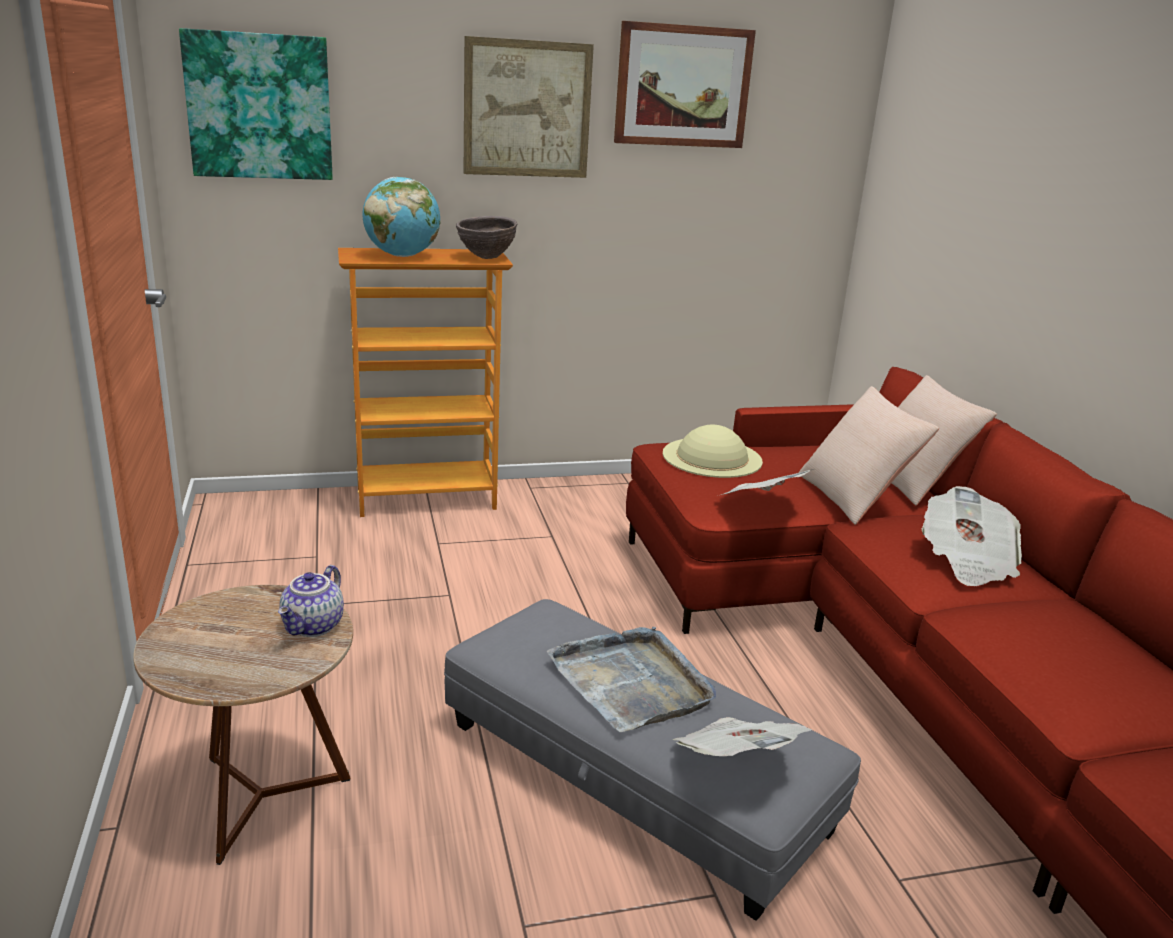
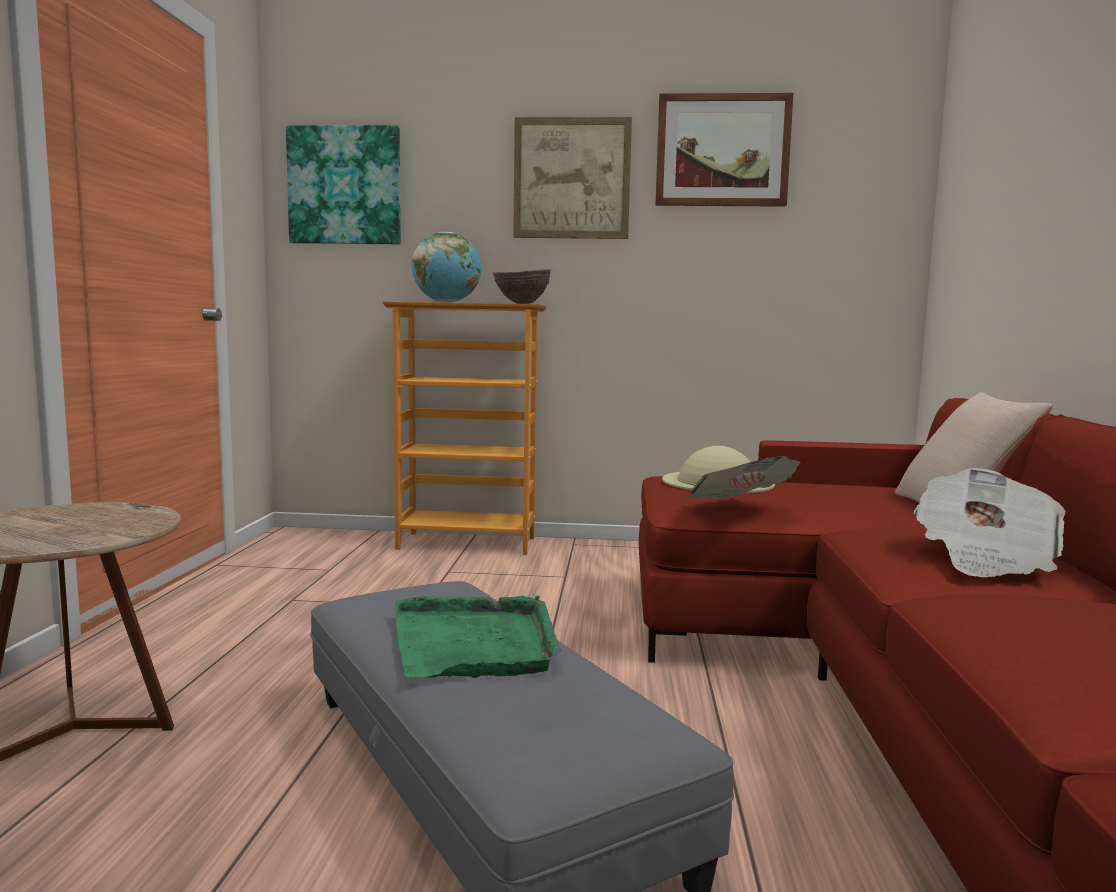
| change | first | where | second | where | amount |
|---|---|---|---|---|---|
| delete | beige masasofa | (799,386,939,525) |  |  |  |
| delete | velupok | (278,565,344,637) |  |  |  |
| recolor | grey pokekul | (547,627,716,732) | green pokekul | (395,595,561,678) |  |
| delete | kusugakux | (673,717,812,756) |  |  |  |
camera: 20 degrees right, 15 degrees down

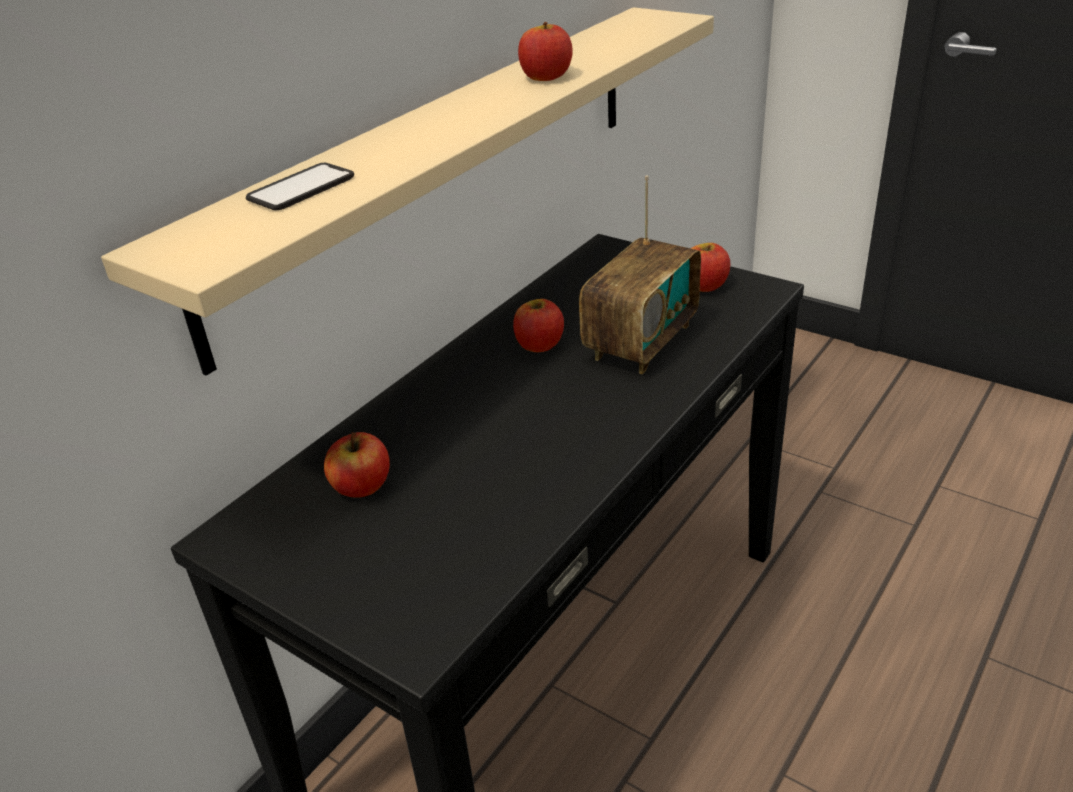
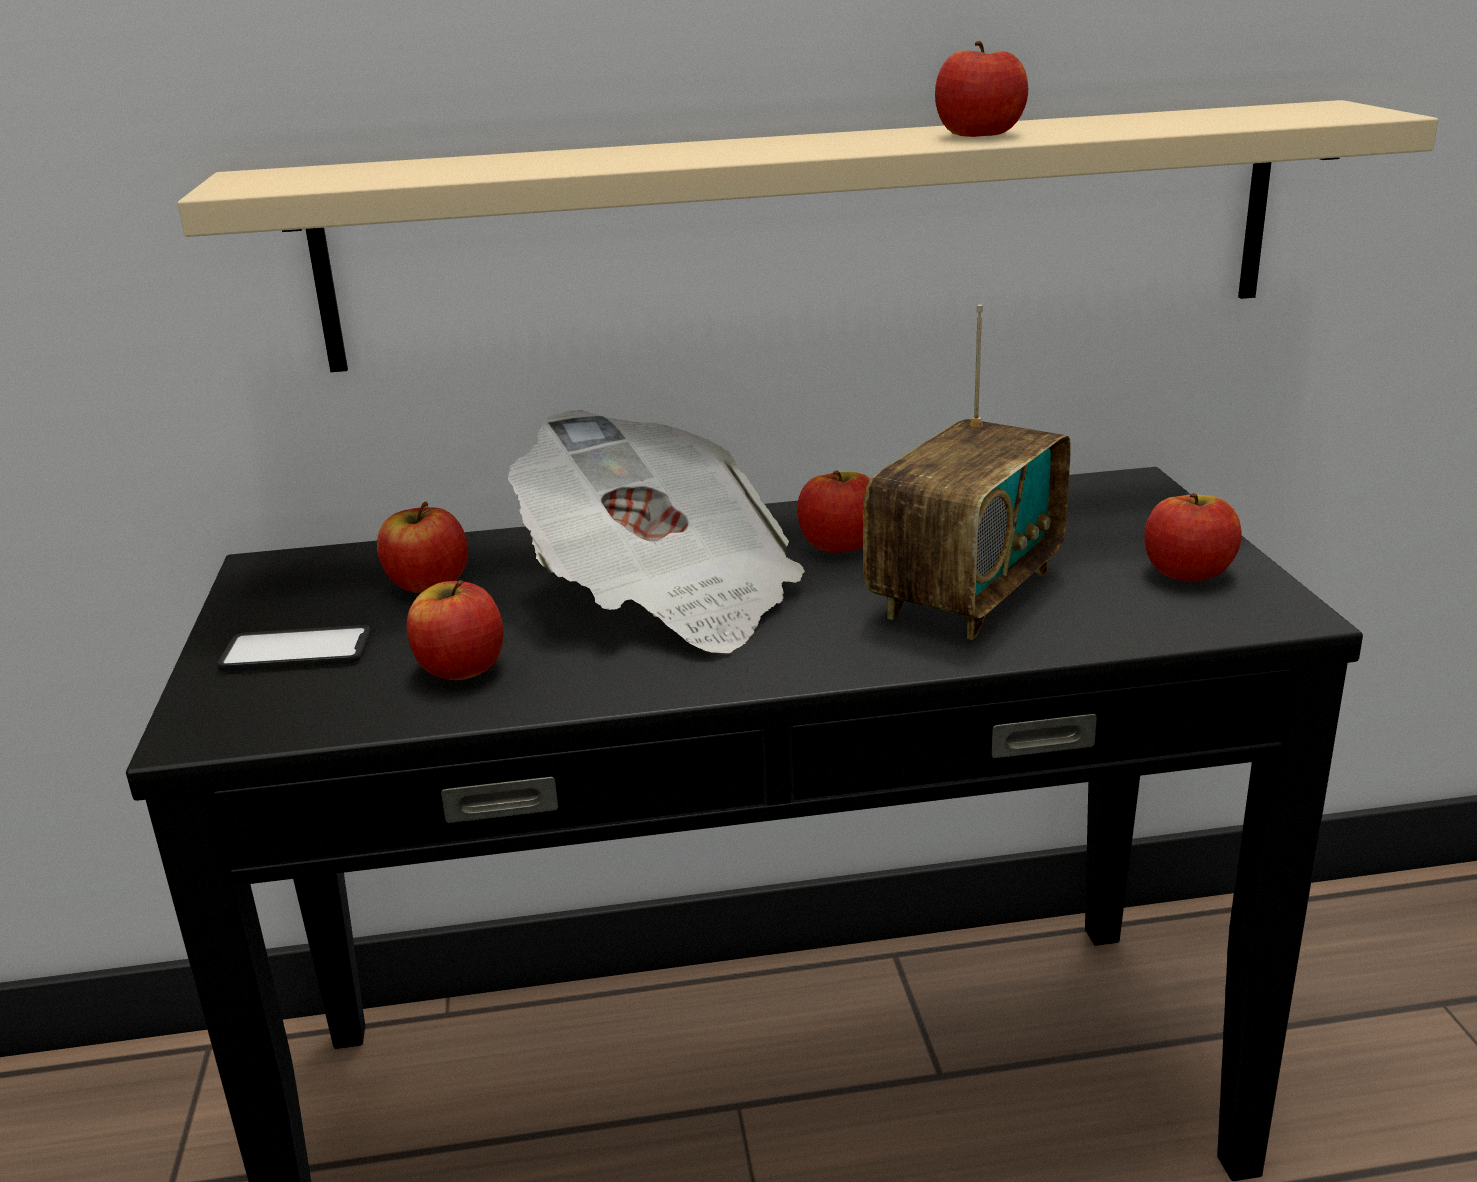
| change | first | where | second | where | amount |
|---|---|---|---|---|---|
| move | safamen | (246,163,354,210) |  | (217,625,371,672) |  |
| rotate | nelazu | (579,175,701,374) |  | (863,305,1071,640) | 45 degrees counterclockwise |
| insert |  |  | kusugakux | (508,411,805,653) |  |
| insert |  |  | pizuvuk | (406,580,504,680) |  |
camera: 45 degrees right, 10 degrees down

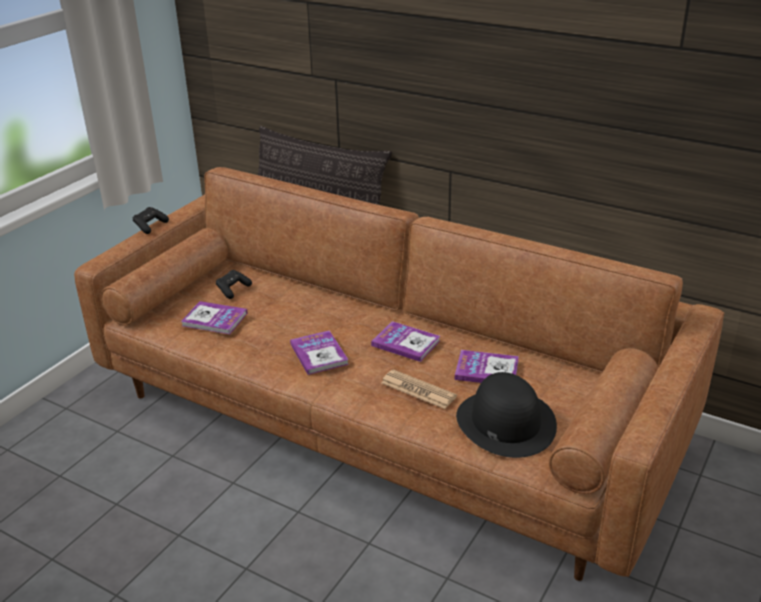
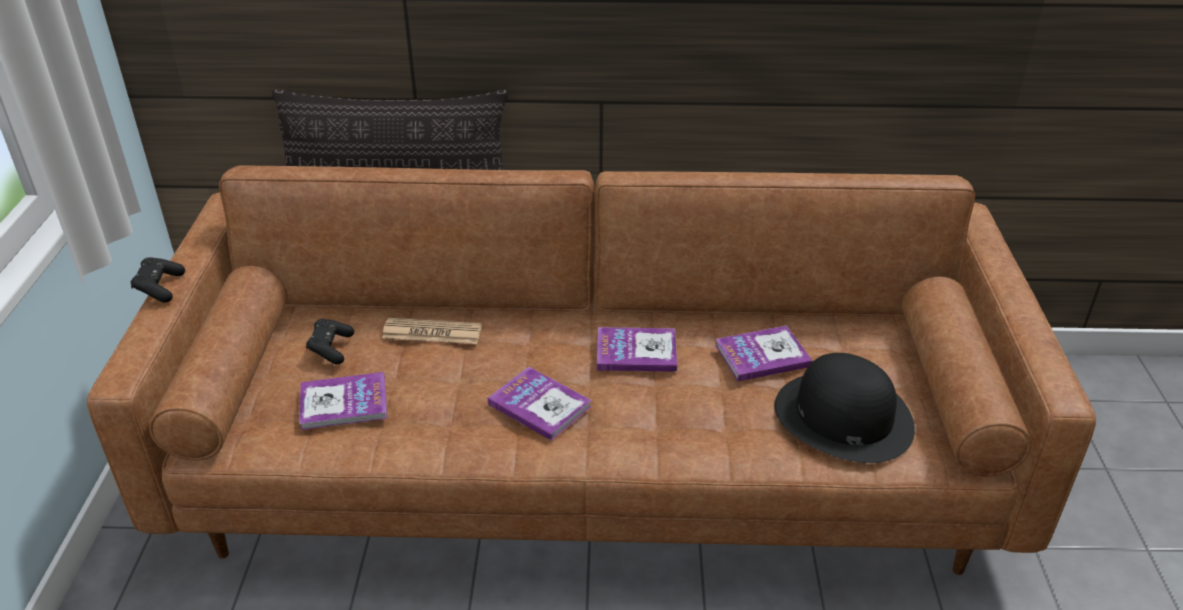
| change | first | where | second | where | amount |
|---|---|---|---|---|---|
| move | kusugakux | (381,369,457,409) |  | (382,318,482,344) |  |
camera: 30 degrees left, 5 degrees up

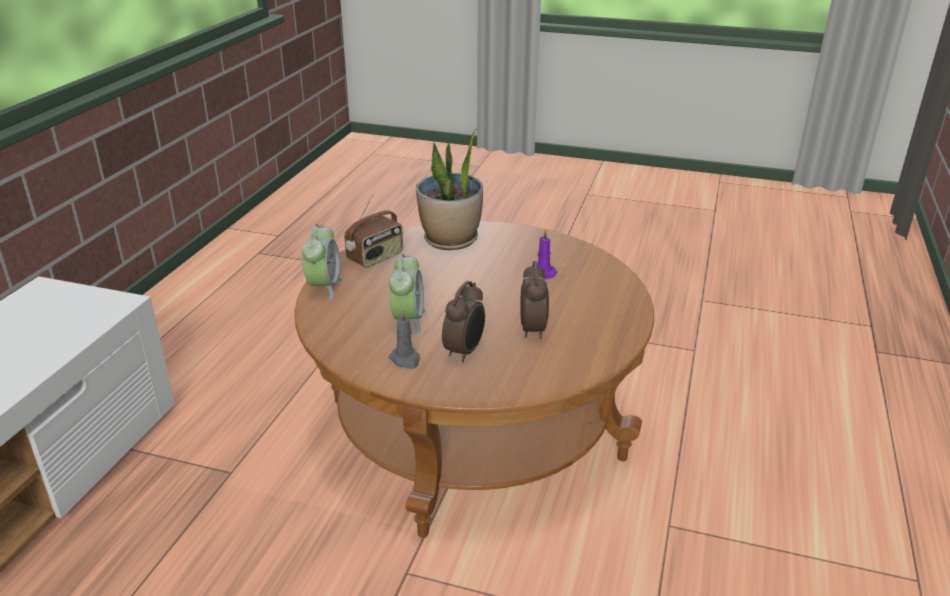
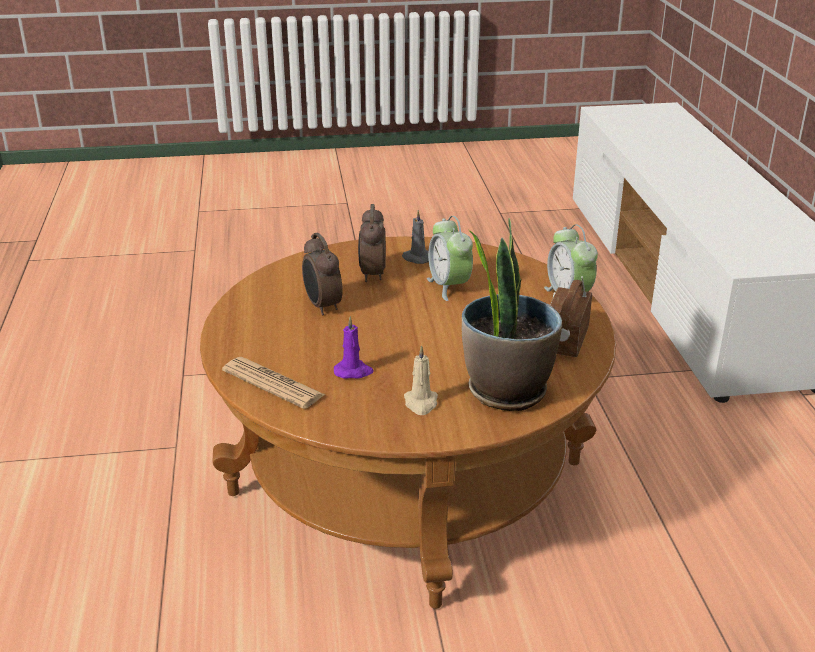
| change | first | where | second | where | amount |
|---|---|---|---|---|---|
| insert |  |  | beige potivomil | (404,345,438,415) |  |
| insert |  |  | kusugakux | (222,357,325,409) |  |
camera: 155 degrees right, 0 degrees up

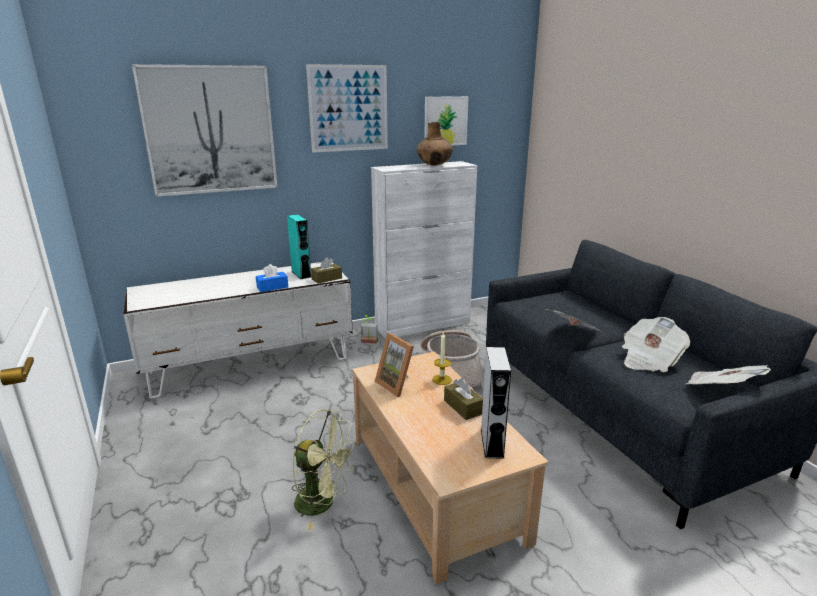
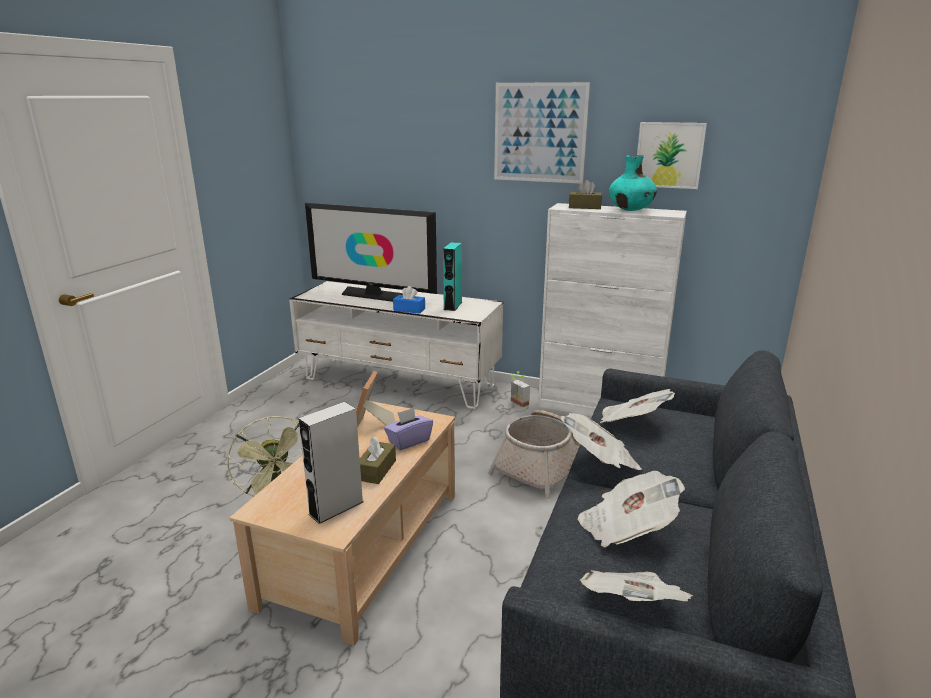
| change | first | where | second | where | amount |
|---|---|---|---|---|---|
| delete | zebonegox | (132,64,278,197) |  |  |  |
| recolor | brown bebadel | (417,122,453,166) | turquoise bebadel | (609,155,657,211) |  |
| move | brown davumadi | (311,257,342,284) |  | (569,180,602,209) |  |
| replace | potivomil | (432,333,452,385) | purple davumadi | (384,408,433,450) |  |
| insert |  |  | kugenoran | (305,203,437,302) |  |
| insert |  |  | kusugakux | (600,389,675,423) |  |
camera: 45 degrees right, 0 degrees up

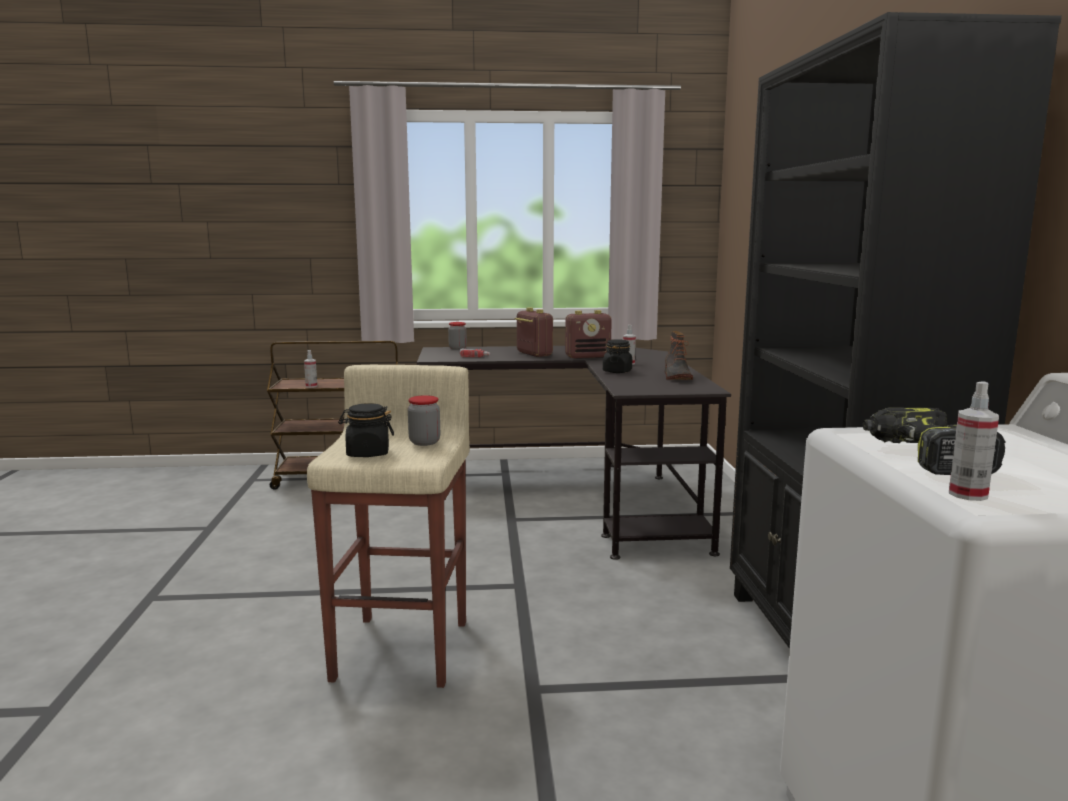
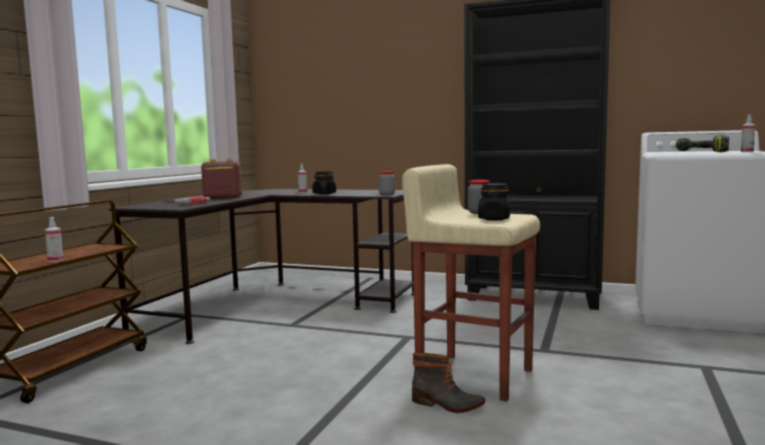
| change | first | where | second | where | amount |
|---|---|---|---|---|---|
| delete | nelazu | (565,310,612,359) |  |  |  |
| move | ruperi | (448,322,467,350) |  | (379,171,395,195) |  |
| move | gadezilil | (665,331,693,380) |  | (412,353,485,413) |  |
camera: 65 degrees left, 5 degrees down

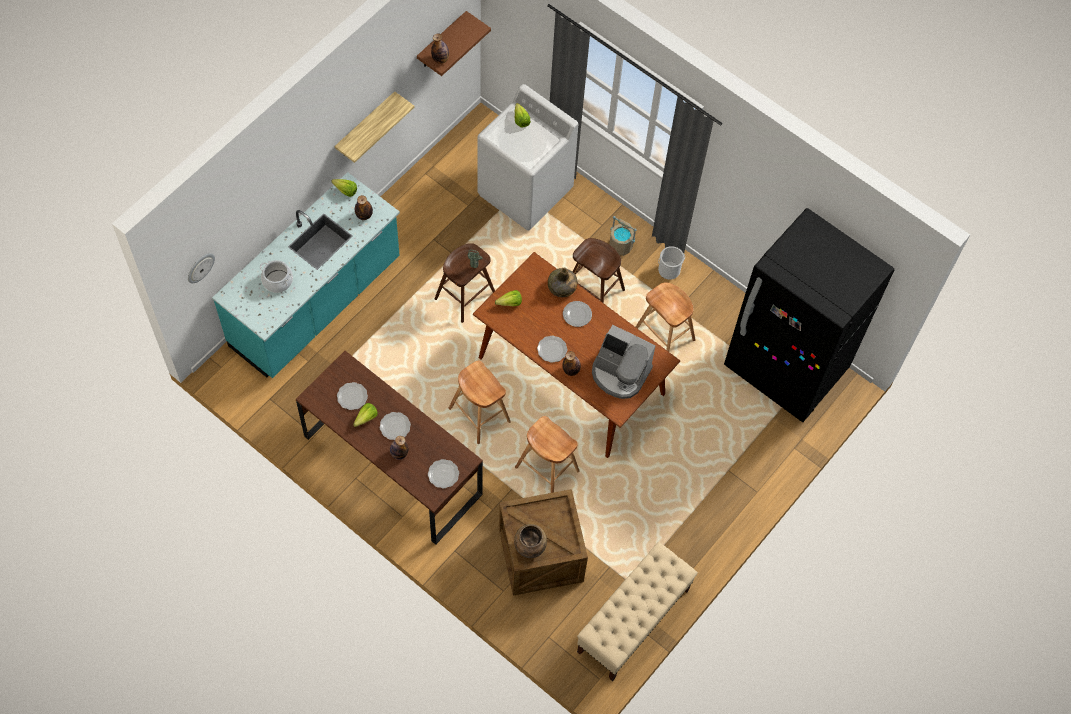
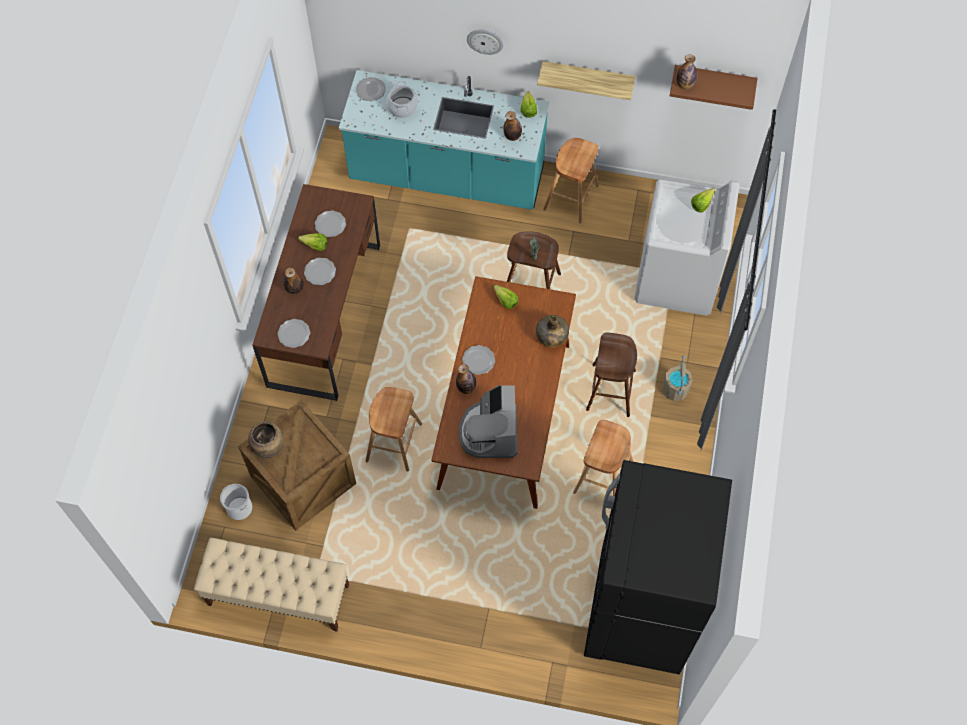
| change | first | where | second | where | amount |
|---|---|---|---|---|---|
| move | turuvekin | (658,246,685,280) |  | (220,484,252,520) |  |
| move | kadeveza | (188,253,215,284) |  | (467,30,503,55) |  |
| move | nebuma | (563,301,592,327) |  | (356,77,386,101) |  |
| move | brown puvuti | (449,360,511,444) |  | (543,138,599,223) |  |
camera: 65 degrees right, 0 degrees up

